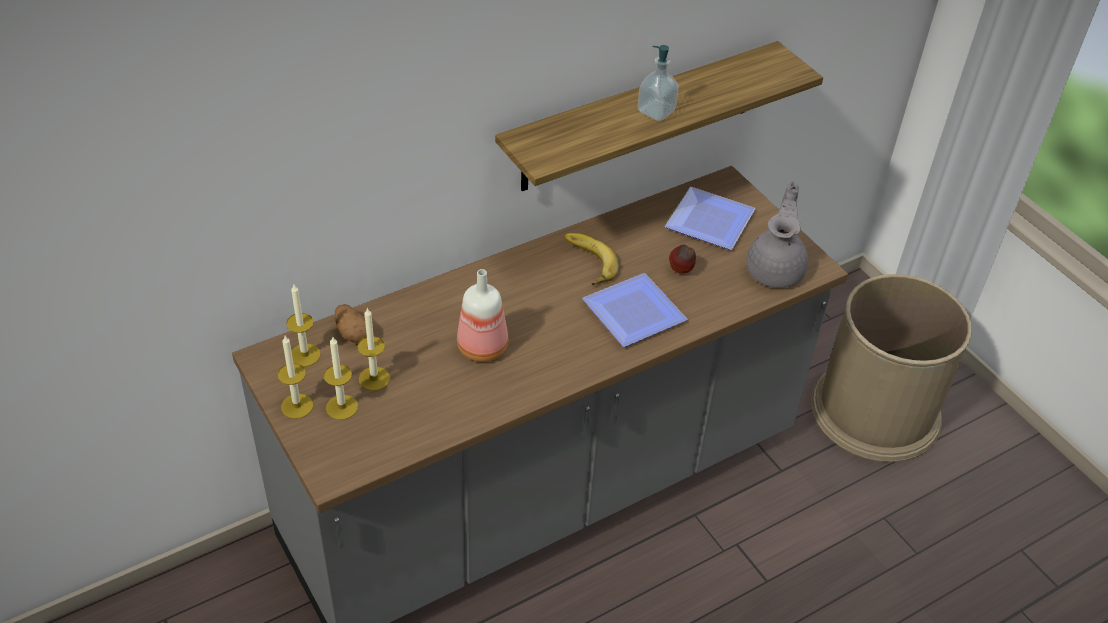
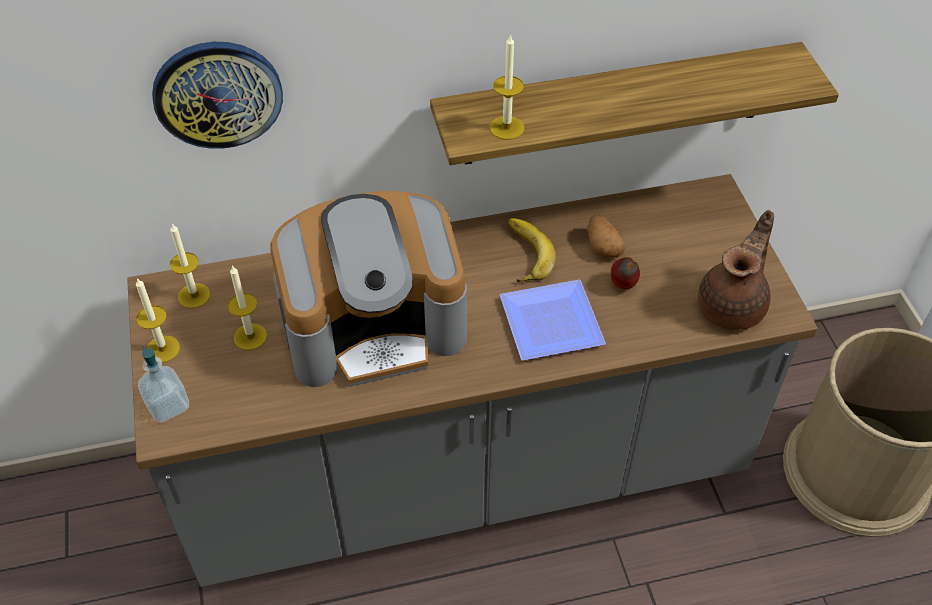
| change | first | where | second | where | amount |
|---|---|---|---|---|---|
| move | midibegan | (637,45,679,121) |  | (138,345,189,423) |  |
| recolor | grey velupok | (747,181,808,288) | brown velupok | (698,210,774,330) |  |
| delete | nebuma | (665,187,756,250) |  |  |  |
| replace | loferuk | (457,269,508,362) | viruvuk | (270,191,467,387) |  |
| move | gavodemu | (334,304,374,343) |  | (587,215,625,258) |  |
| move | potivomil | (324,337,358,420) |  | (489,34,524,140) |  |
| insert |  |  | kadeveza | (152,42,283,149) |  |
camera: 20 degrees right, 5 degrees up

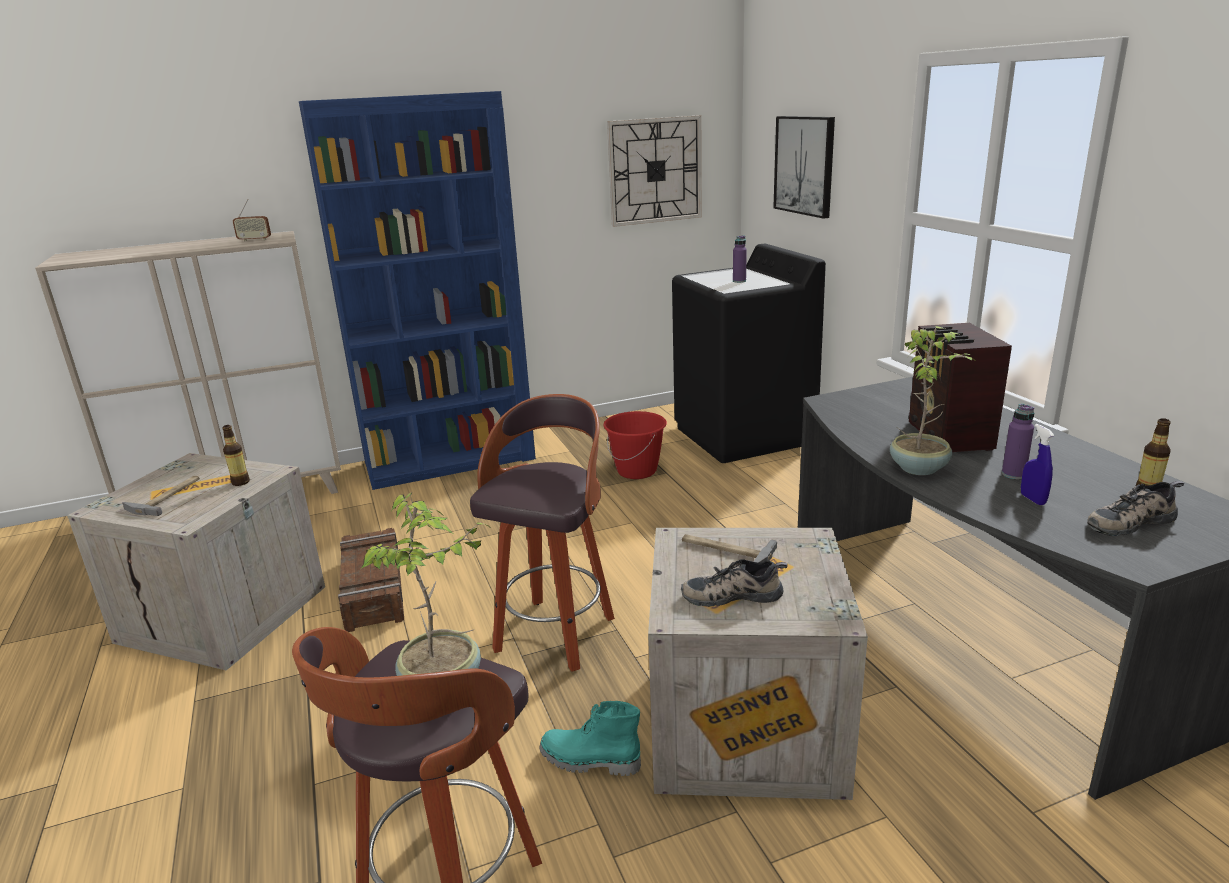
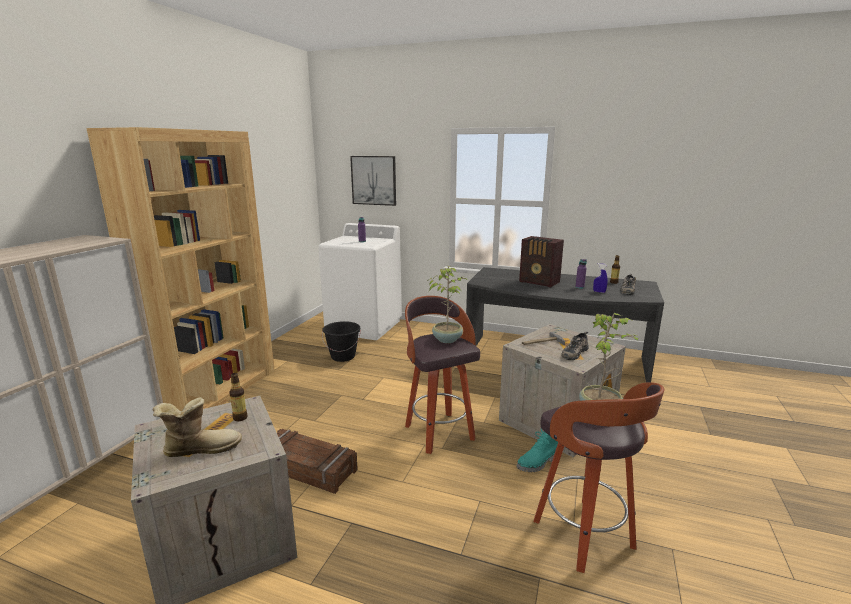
| change | first | where | second | where | amount |
|---|---|---|---|---|---|
| recolor | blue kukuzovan | (299,91,536,490) | brown kukuzovan | (86,127,275,411) |  |
| delete | kadeveza | (607,115,702,227) |  |  |  |
| delete | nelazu | (233,199,271,242) |  |  |  |
| recolor | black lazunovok | (672,243,826,463) | white lazunovok | (318,223,402,340) |  |
| move | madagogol | (890,326,974,475) |  | (429,266,468,343) |  |
| recolor | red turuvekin | (604,411,667,479) | black turuvekin | (322,321,361,362) |  |
| replace | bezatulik | (122,476,200,516) | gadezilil | (153,397,242,457) |  |
camera: 50 degrees left, 5 degrees down

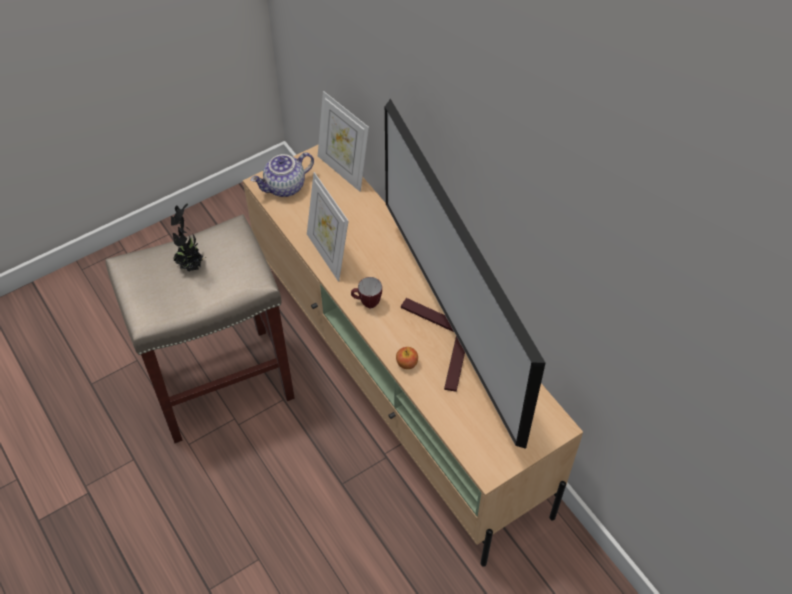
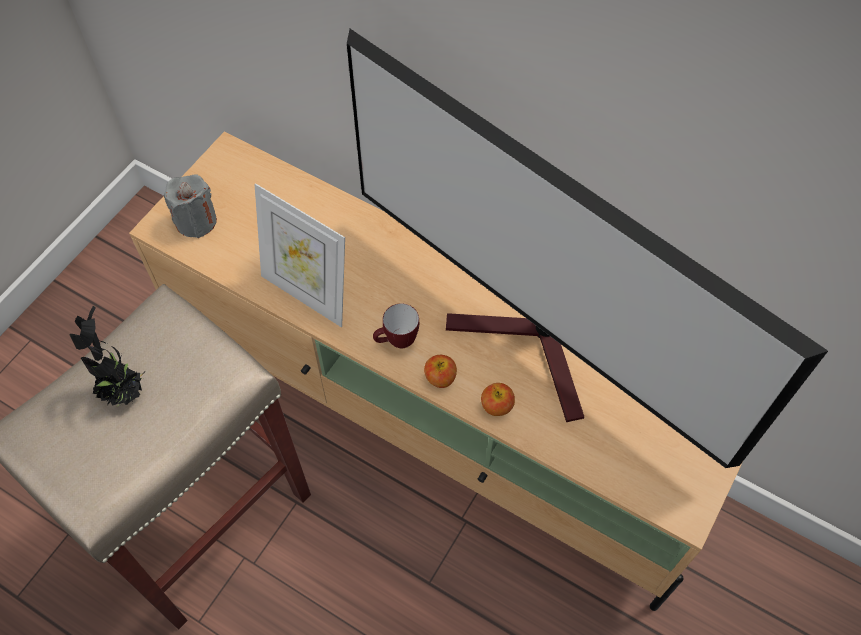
| change | first | where | second | where | amount |
|---|---|---|---|---|---|
| delete | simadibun | (318,91,369,192) |  |  |  |
| replace | velupok | (251,152,314,197) | grey potivomil | (164,174,217,238) |  |
| insert |  |  | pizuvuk | (424,355,457,388) |  |
camera: 25 degrees left, 5 degrees up

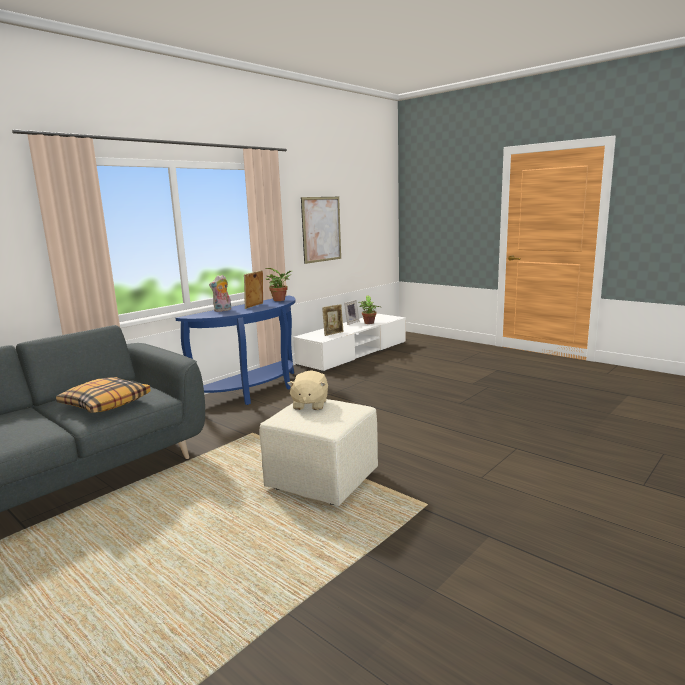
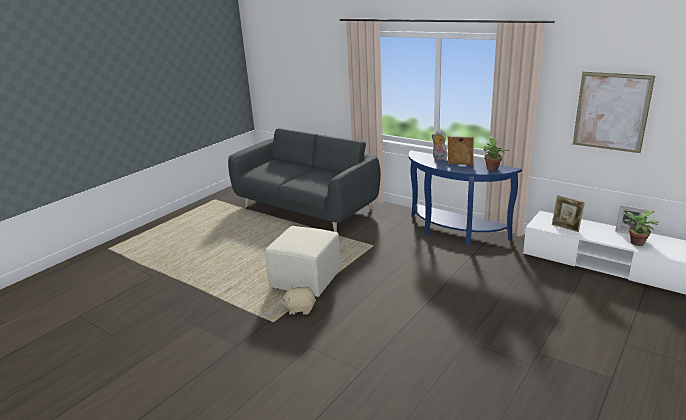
| change | first | where | second | where | amount |
|---|---|---|---|---|---|
| move | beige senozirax | (287,370,328,410) |  | (281,286,316,315) |  |
| delete | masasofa | (56,377,150,413) |  |  |  |
camera: 85 degrees right, 10 degrees up

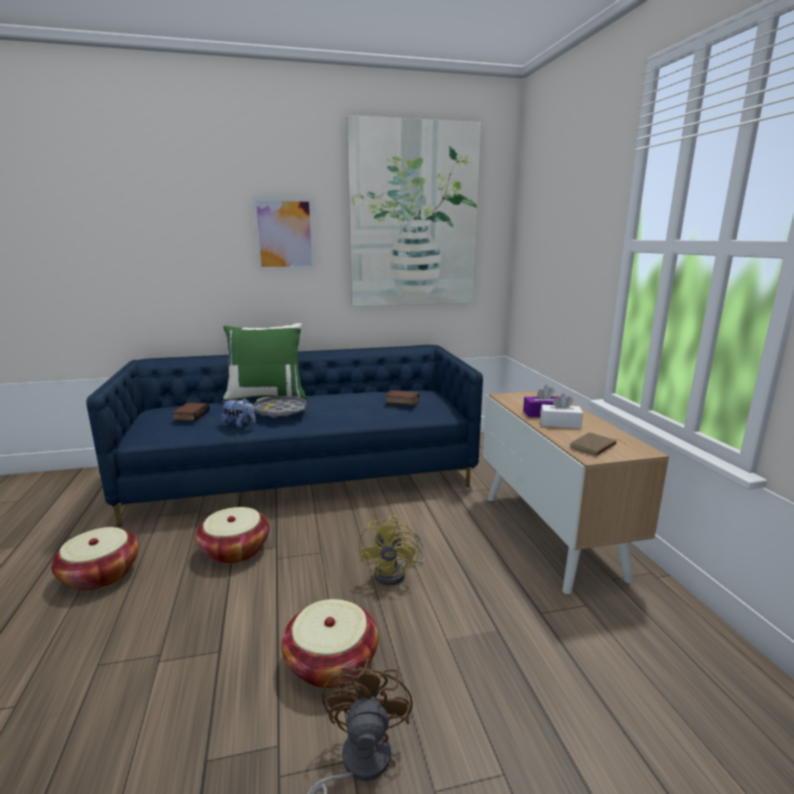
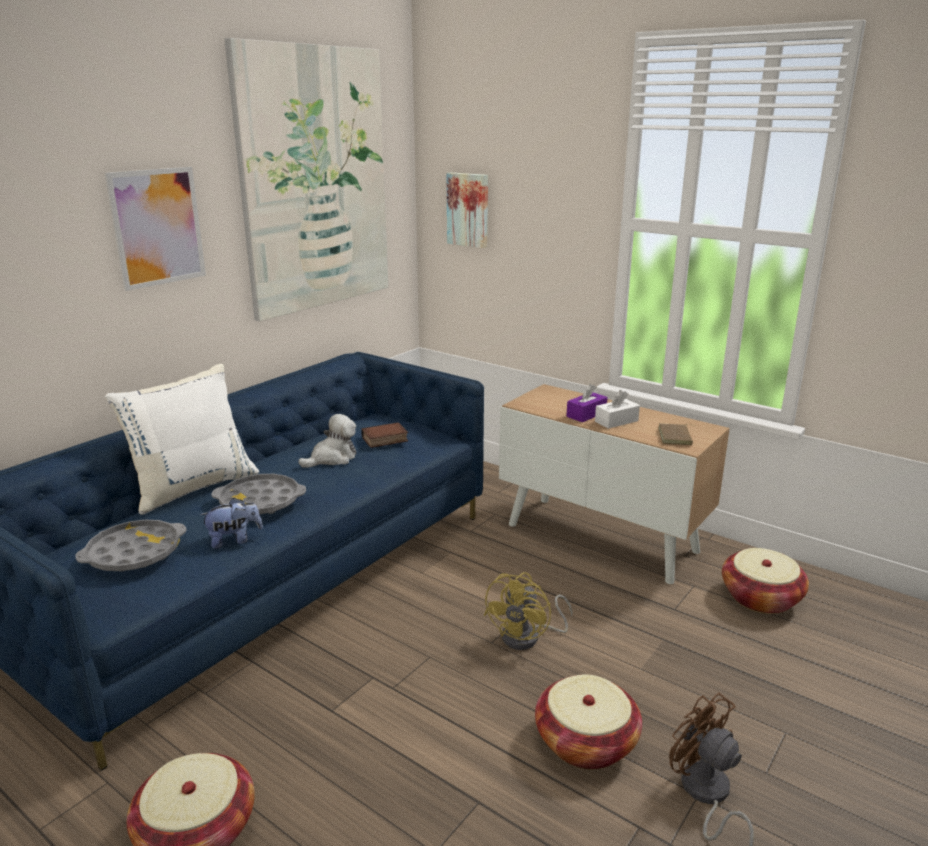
| change | first | where | second | where | amount |
|---|---|---|---|---|---|
| recolor | green masasofa | (223,323,306,401) | white masasofa | (105,364,259,515) |  |
| replace | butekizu | (172,403,210,421) | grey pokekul | (75,519,187,572) |  |
| move | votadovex | (195,507,270,564) |  | (722,548,809,614) |  |
| rotate | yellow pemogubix | (358,516,425,586) |  | (484,572,573,650) | 60 degrees clockwise |
| insert |  |  | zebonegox | (447,173,488,248) |  |
| insert |  |  | senozirax | (298,414,356,468) |  |
camera: 40 degrees left, 5 degrees up

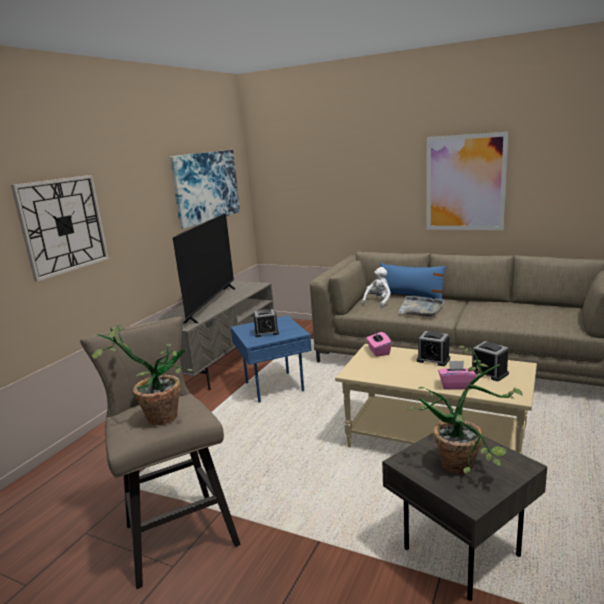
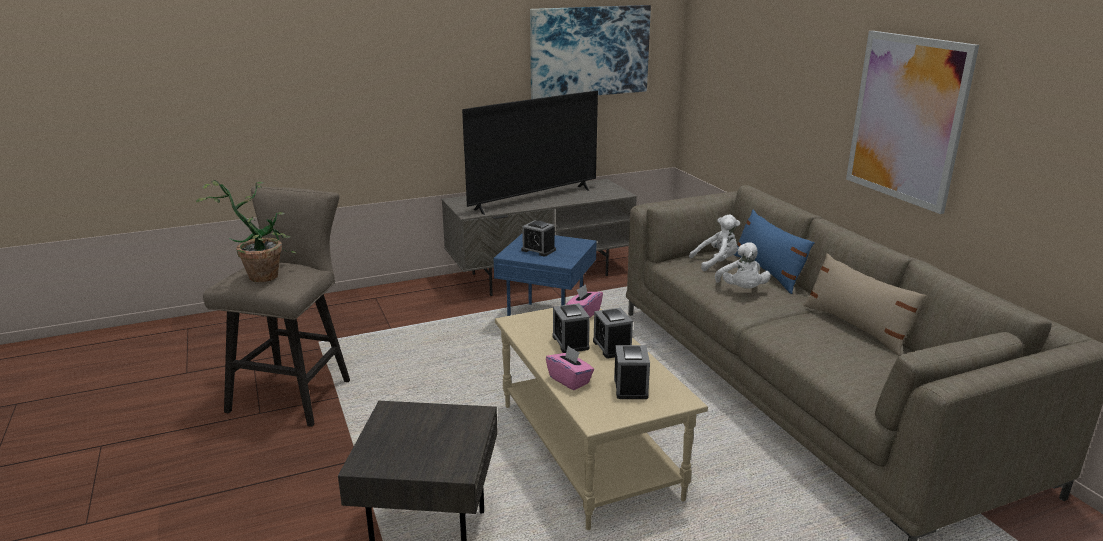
| change | first | where | second | where | amount |
|---|---|---|---|---|---|
| delete | kadeveza | (11,175,109,282) |  |  |  |
| replace | grey pokekul | (398,296,445,317) | white senozirax | (715,242,771,289) |  |
| delete | madagogol | (408,346,523,474) |  |  |  |
| insert |  |  | beige masasofa | (803,253,927,356) |  |
| insert |  |  | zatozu | (553,303,590,353) |  |
camera: 40 degrees right, 5 degrees up

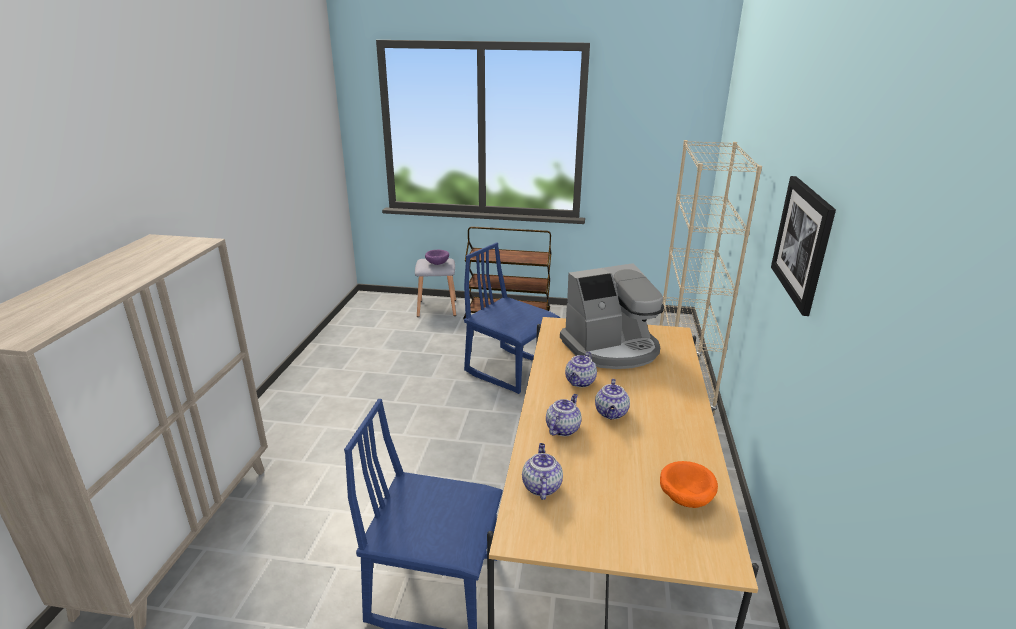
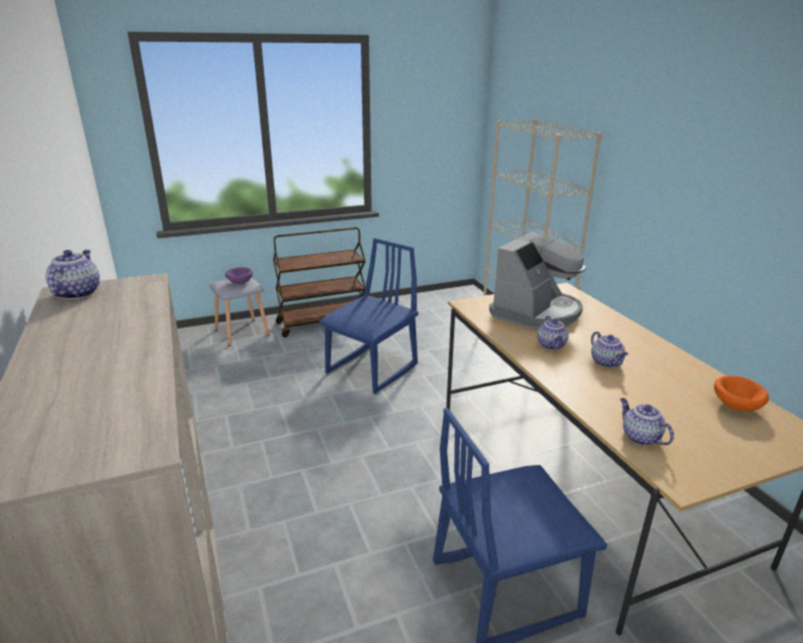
| change | first | where | second | where | amount |
|---|---|---|---|---|---|
| delete | zebonegox | (771,176,836,316) |  |  |  |
| rotate | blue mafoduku | (464,242,560,394) |  | (319,238,418,394) | 120 degrees clockwise |
| move | velupok | (546,394,582,436) |  | (46,250,100,299) |  |
camera: 30 degrees left, 0 degrees up

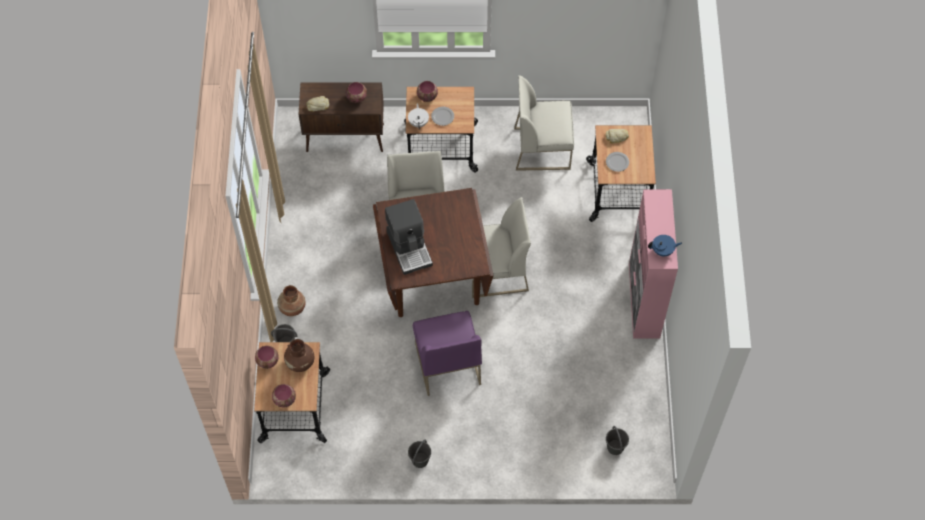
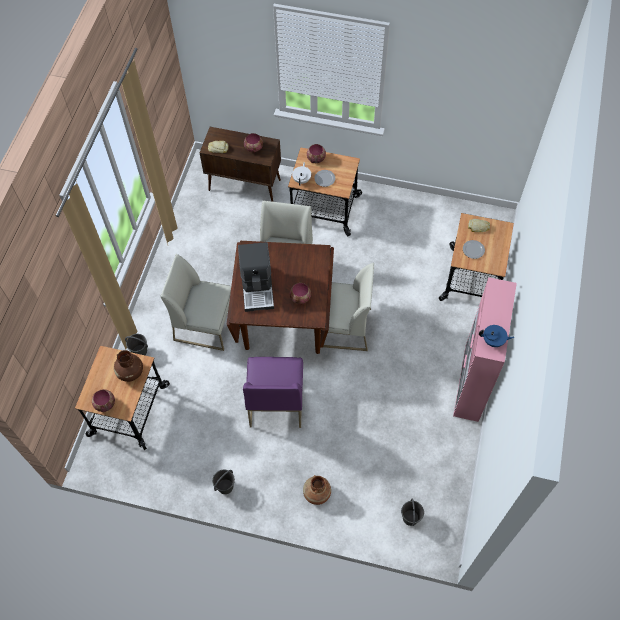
| change | first | where | second | where | amount |
|---|---|---|---|---|---|
| move | white mafoduku | (514,75,574,171) |  | (160,254,231,351) |  |
| move | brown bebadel | (277,285,306,316) |  | (303,475,331,505) |  |
| move | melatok | (255,346,279,369) |  | (289,283,311,304) |  |
camera: 15 degrees right, 0 degrees up

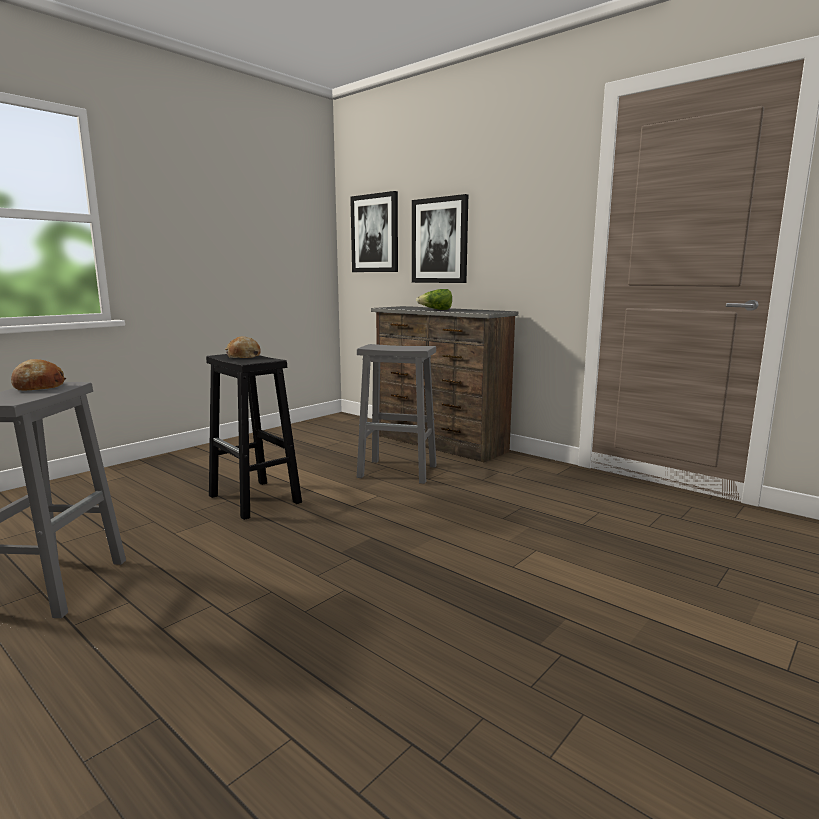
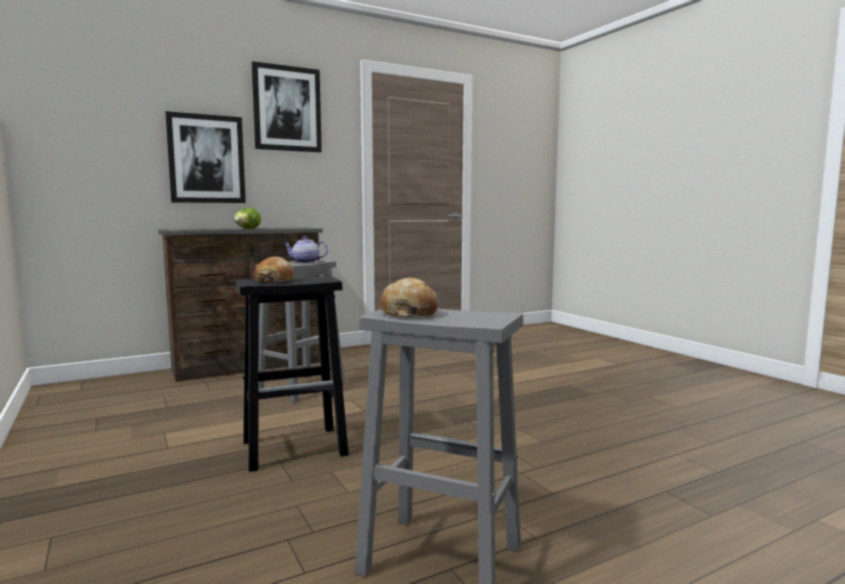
| change | first | where | second | where | amount |
|---|---|---|---|---|---|
| move | zebonegox | (350,191,398,272) |  | (252,61,322,152) |  |
| insert |  |  | velupok | (283,236,328,263) |  |
camera: 70 degrees left, 5 degrees down

